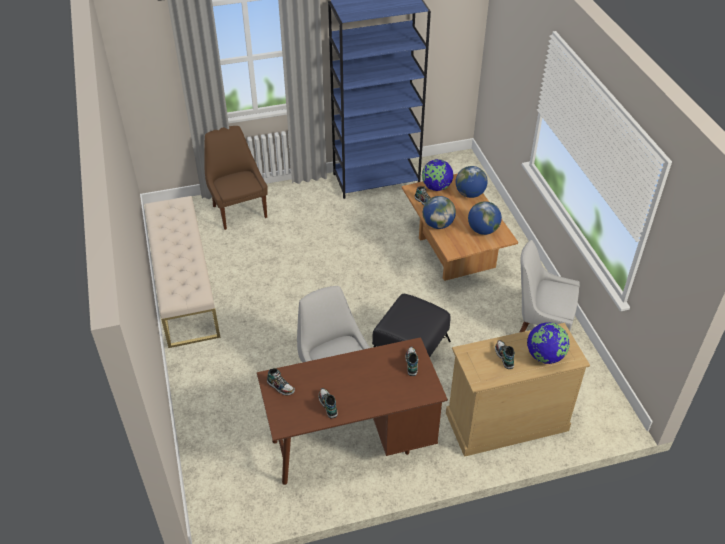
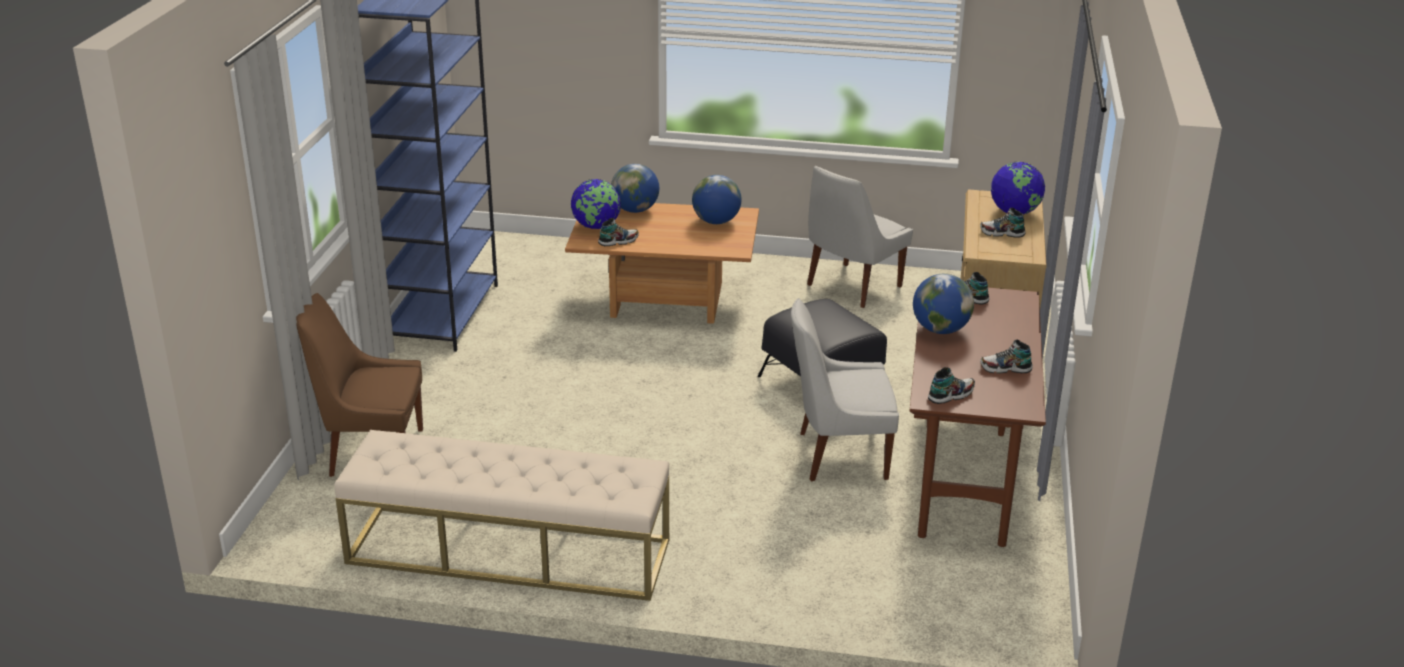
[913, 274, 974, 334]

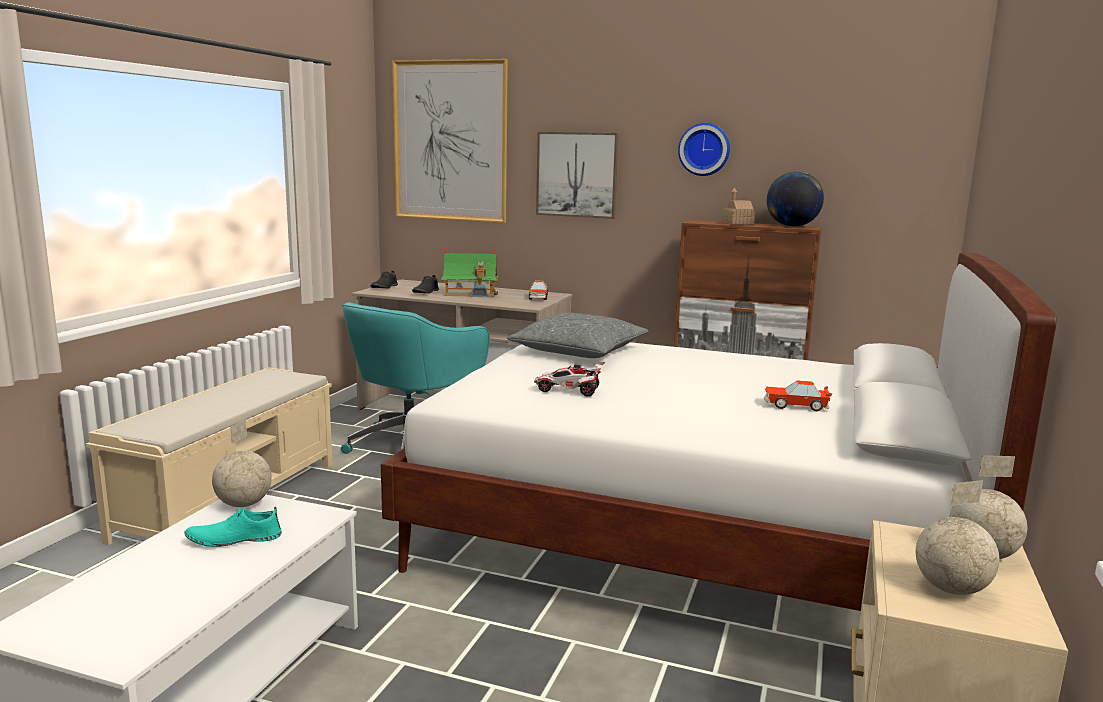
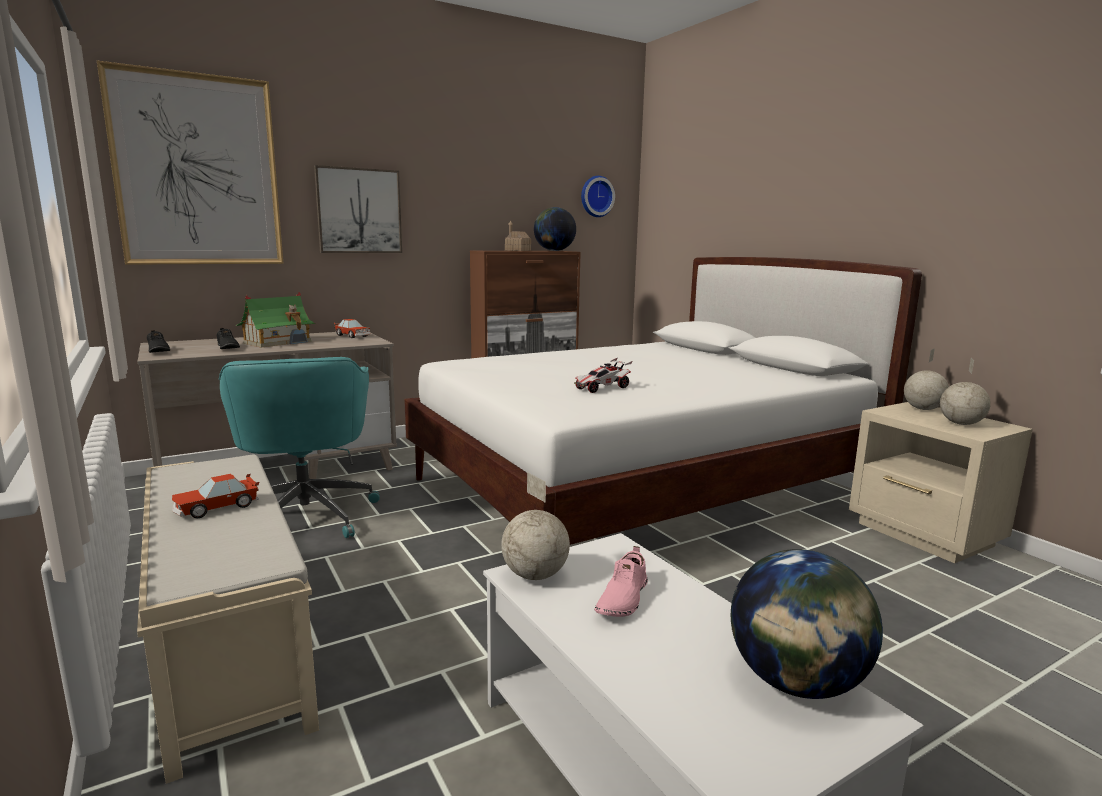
[507, 313, 648, 358] (first image)
[731, 549, 883, 699]
[581, 176, 615, 217]
[172, 474, 259, 518]
[594, 546, 648, 617]

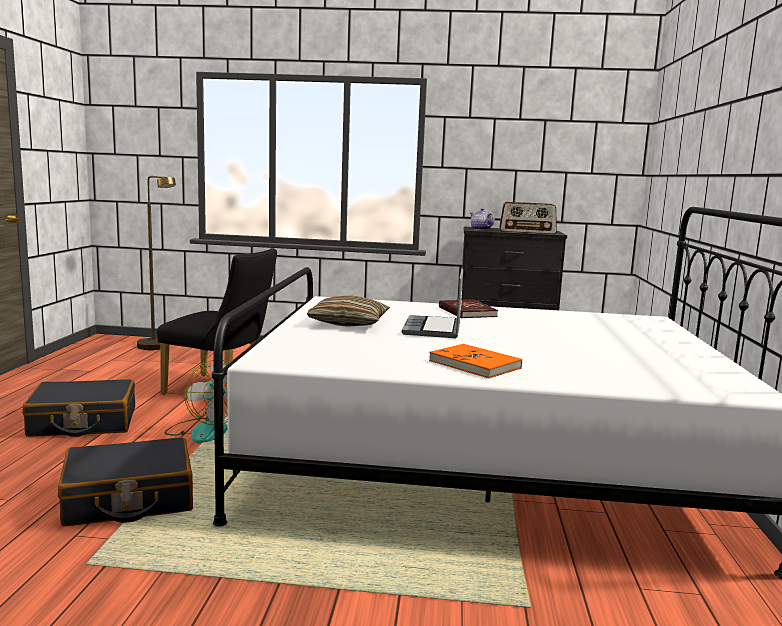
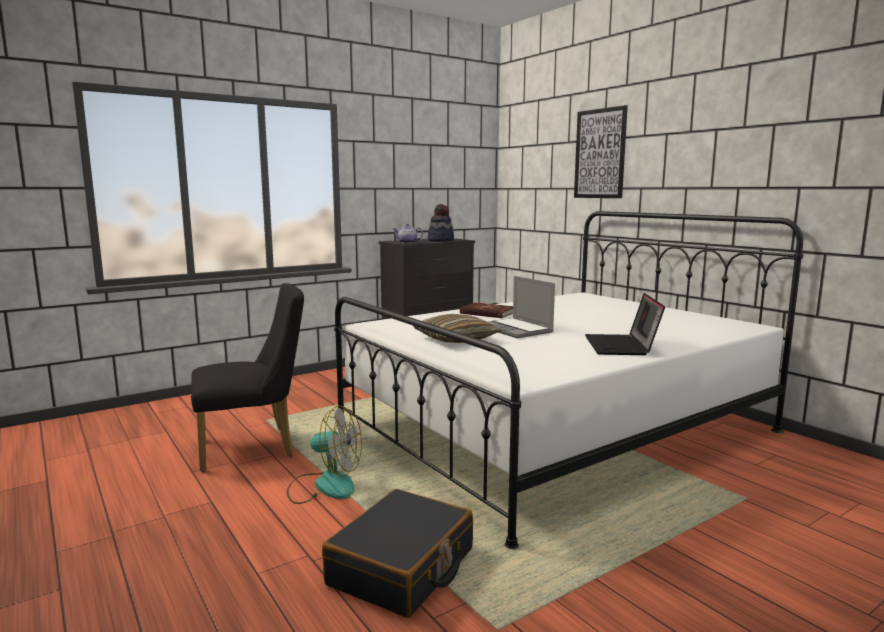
[22, 379, 135, 437] (first image)
[137, 176, 176, 350] (first image)
[574, 105, 628, 198]
[585, 293, 665, 355]
[428, 204, 454, 242]

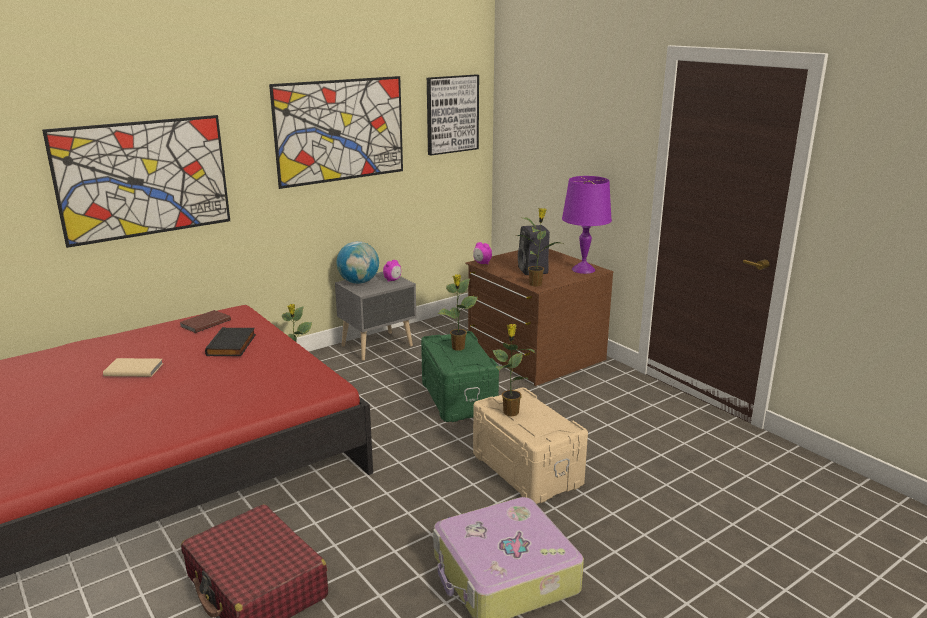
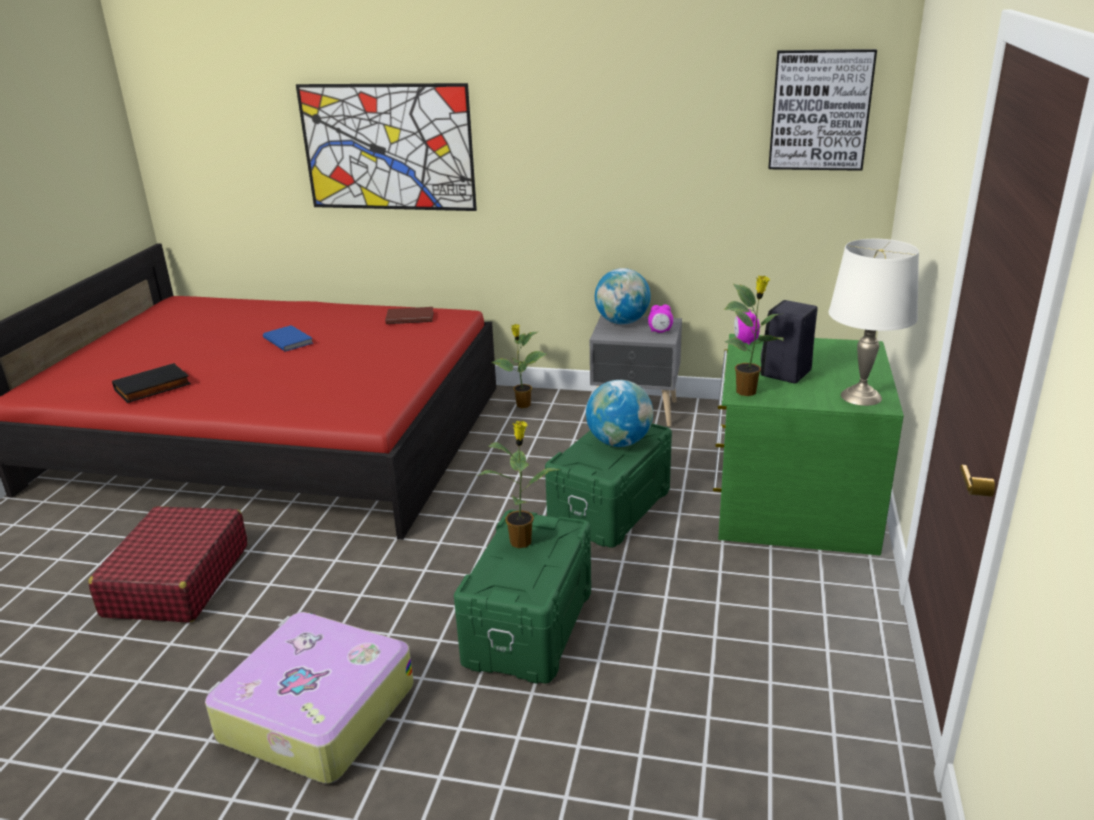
[269, 76, 403, 189] (first image)
[112, 363, 191, 403]
[586, 380, 653, 447]
[263, 325, 313, 352]
[713, 334, 904, 555]
[454, 510, 591, 684]
[829, 239, 919, 406]

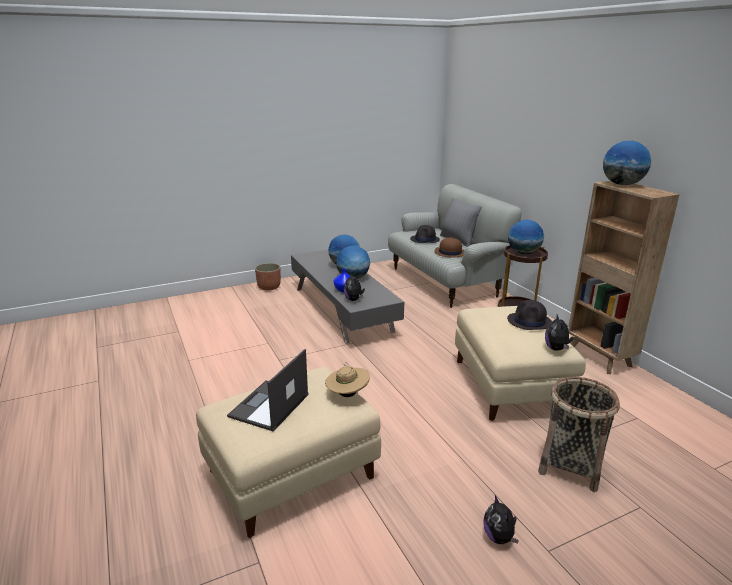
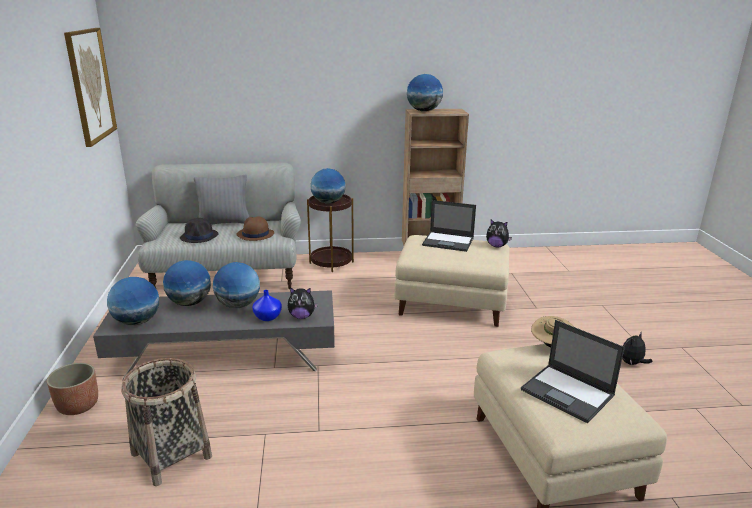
[64, 28, 117, 147]
[107, 277, 159, 325]
[121, 358, 212, 486]
[422, 200, 476, 252]
[622, 332, 653, 365]

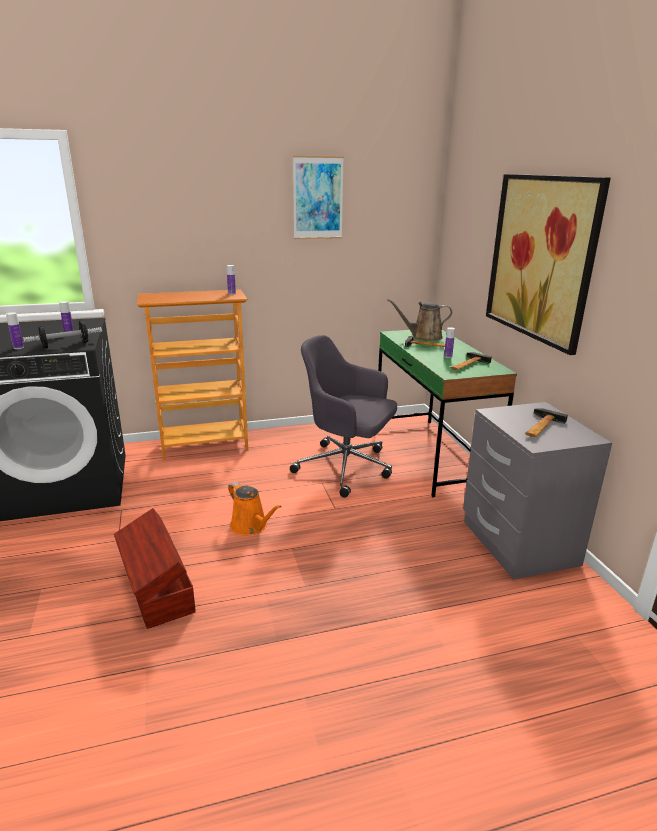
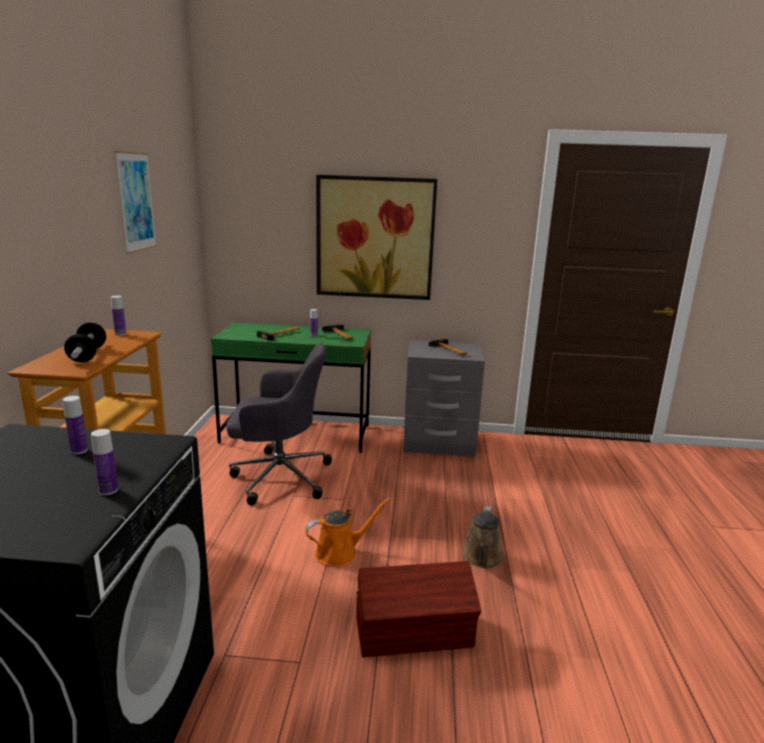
[64, 322, 106, 362]
[463, 506, 503, 568]
[226, 343, 332, 505]

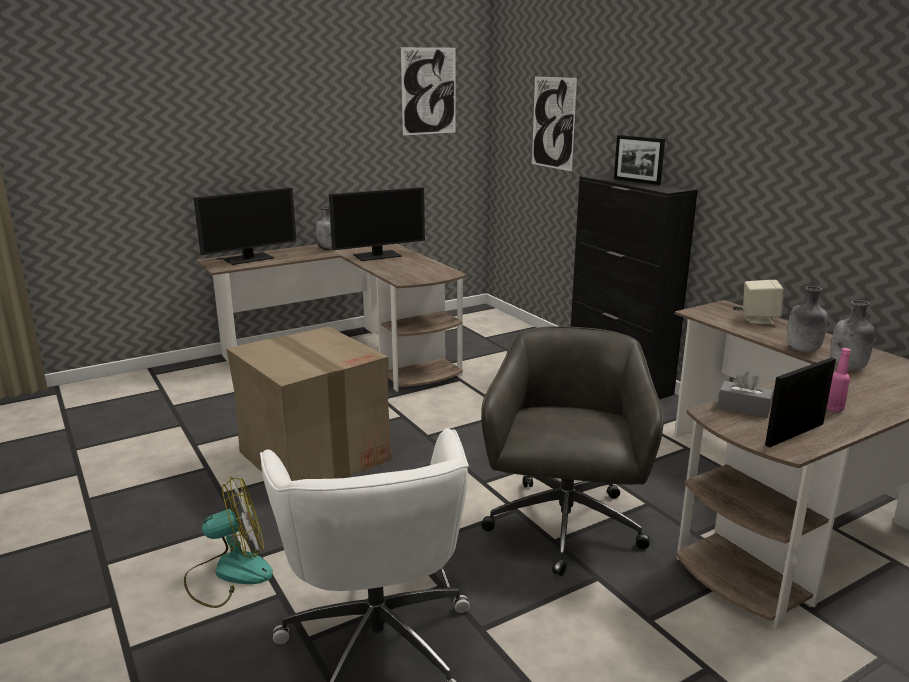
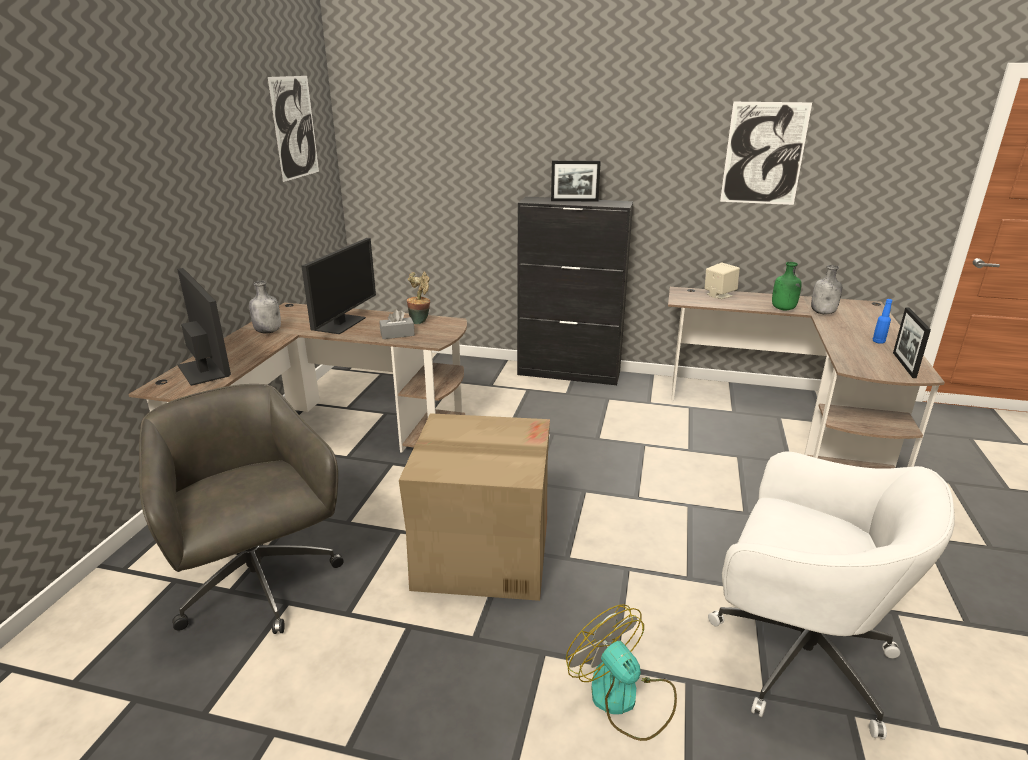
[407, 271, 430, 324]
[139, 384, 344, 634]
[720, 102, 812, 205]
[379, 309, 415, 339]
[772, 262, 802, 310]
[873, 299, 892, 344]
[566, 604, 677, 741]
[177, 268, 231, 386]

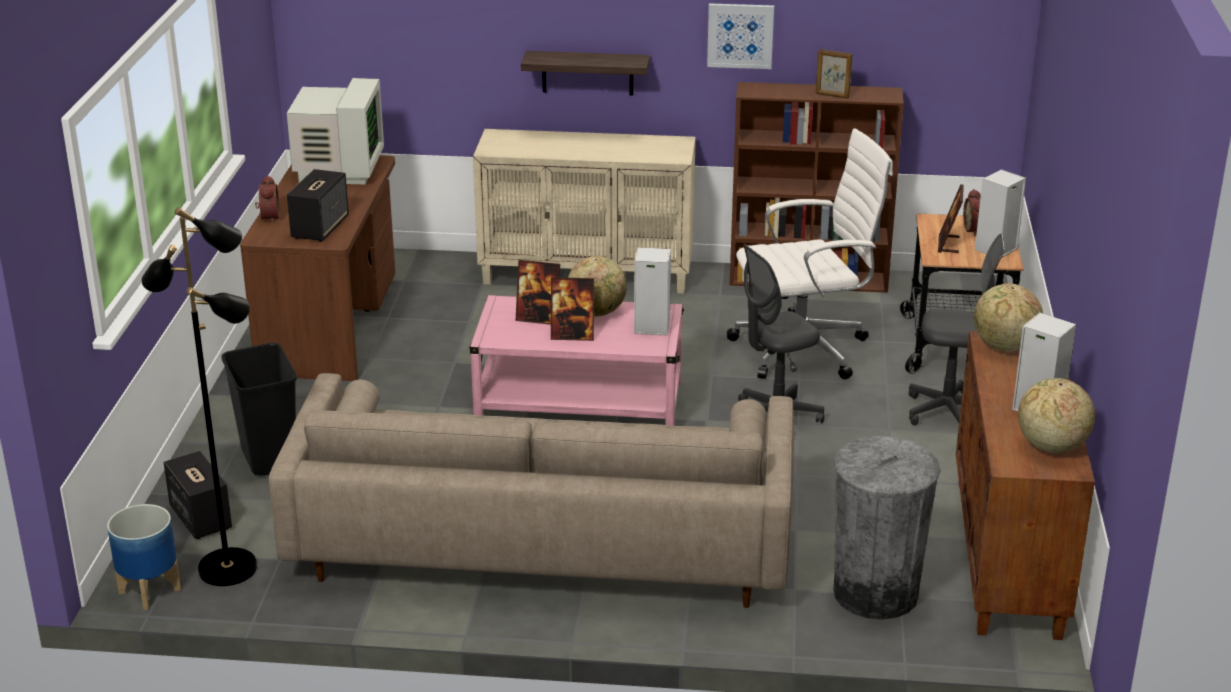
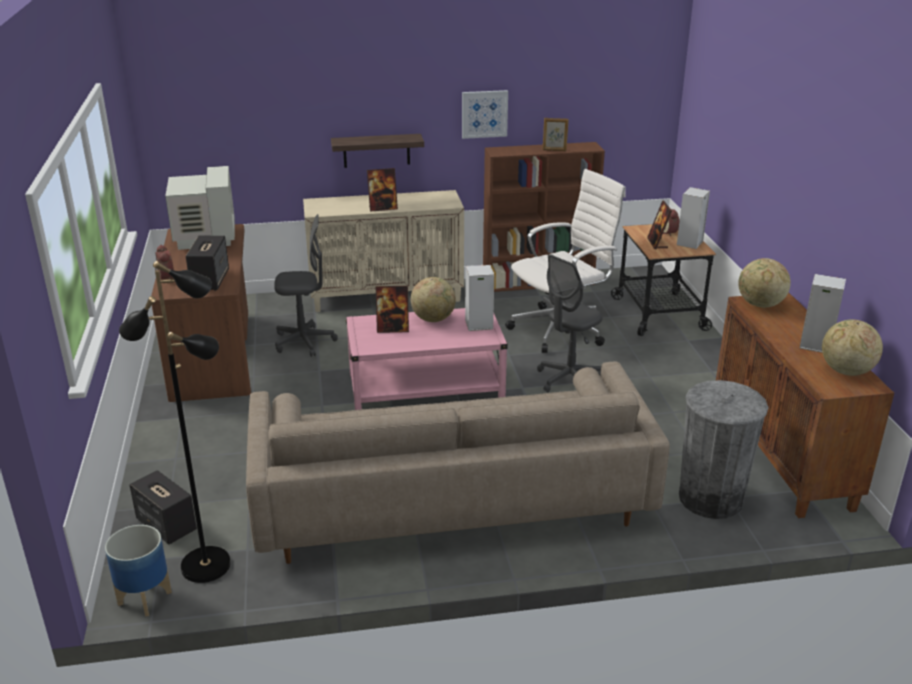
[222, 343, 297, 476] (first image)
[367, 168, 398, 212]
[274, 214, 338, 357]

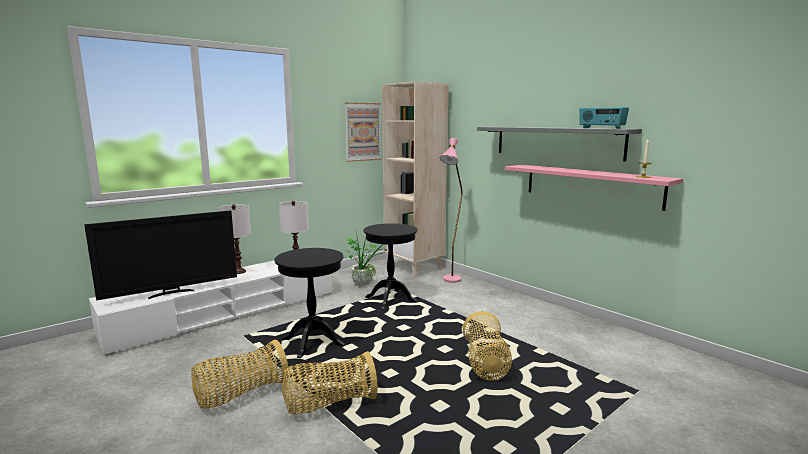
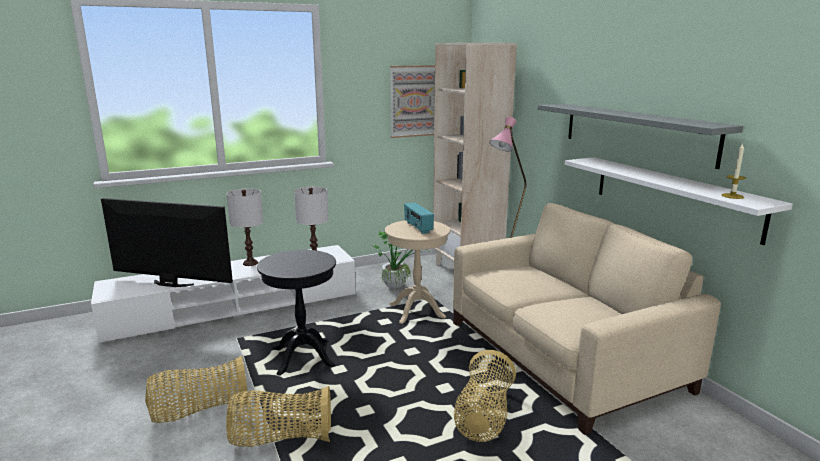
[453, 203, 721, 435]
[404, 202, 434, 234]
[385, 220, 450, 324]
[564, 157, 793, 245]
[101, 198, 233, 287]

